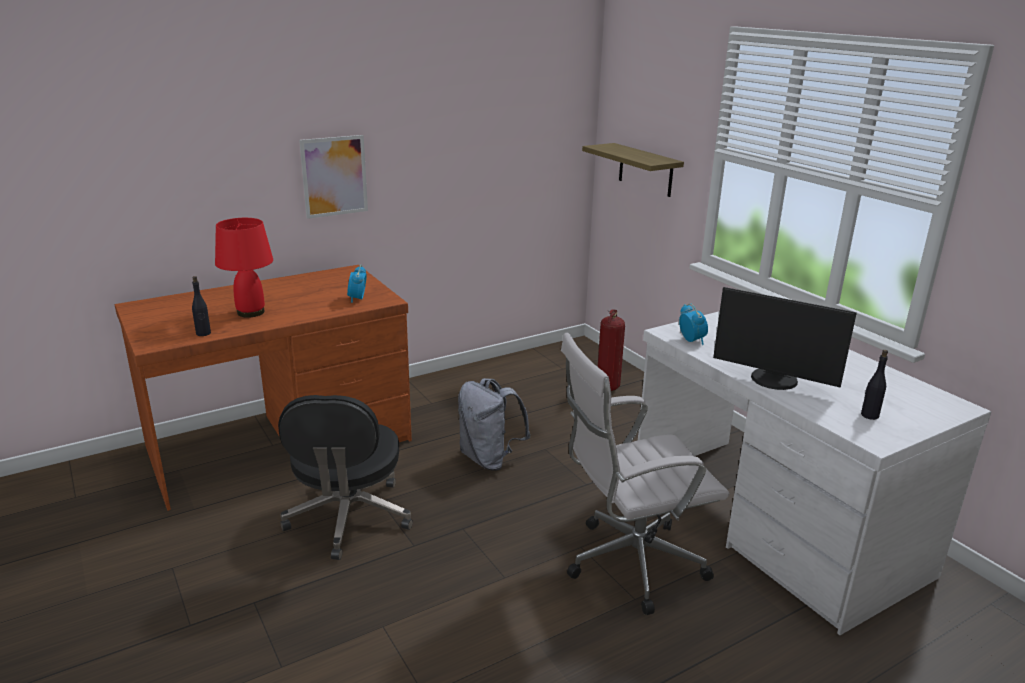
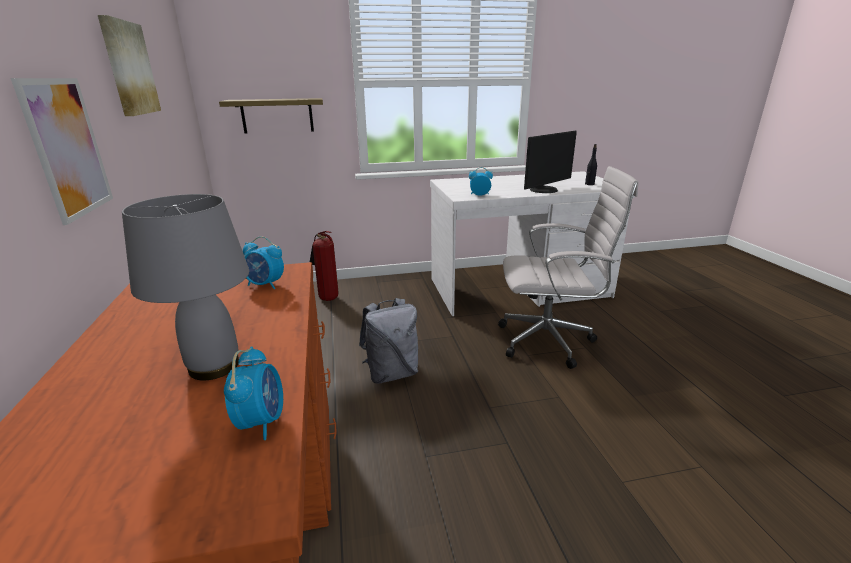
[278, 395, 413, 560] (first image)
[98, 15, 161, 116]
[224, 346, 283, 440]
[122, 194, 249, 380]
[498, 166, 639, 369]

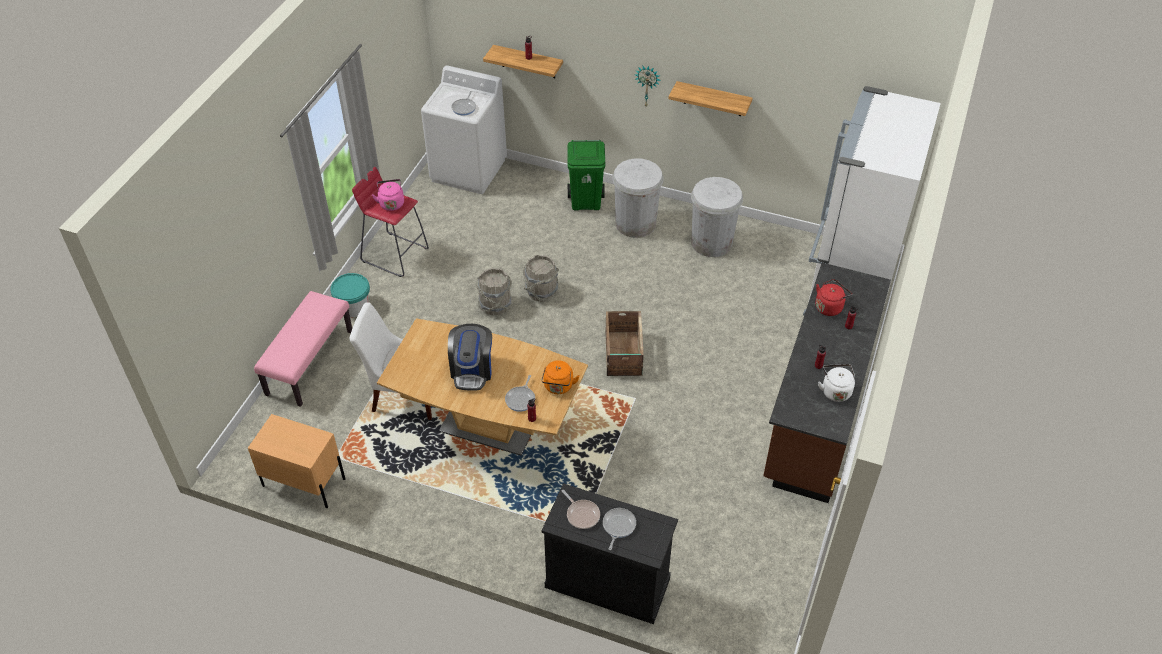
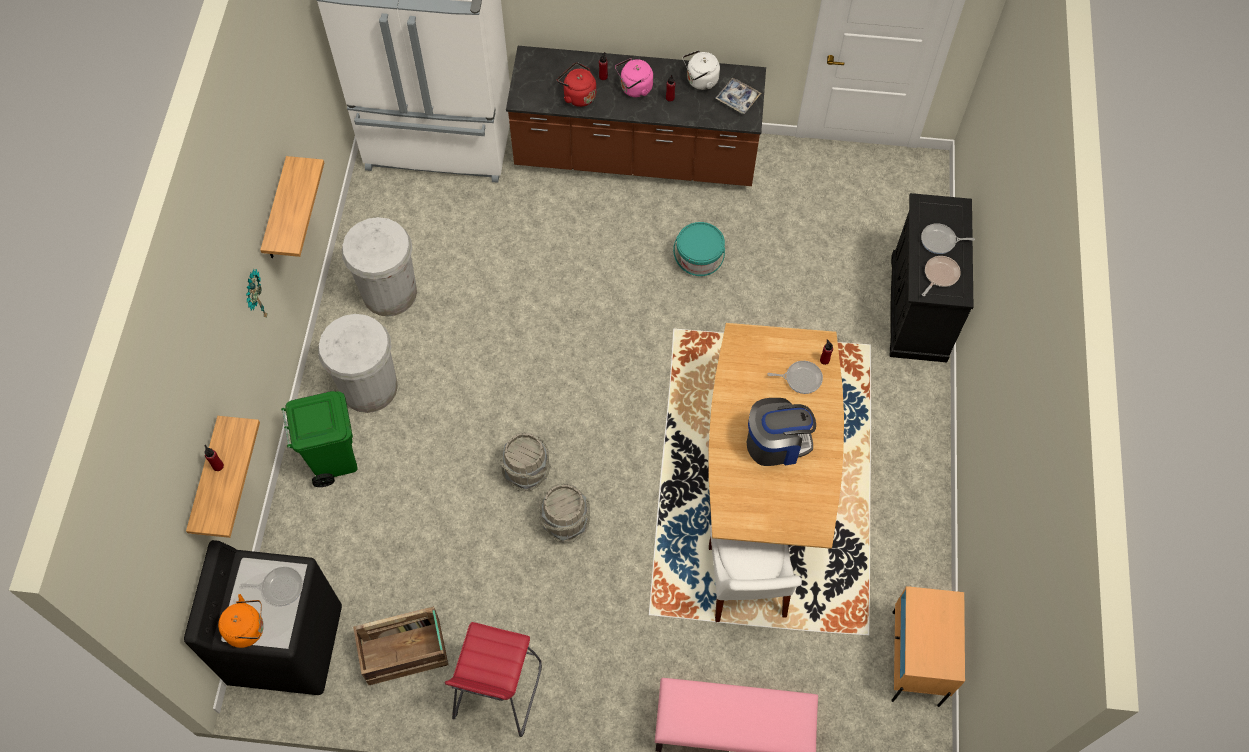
[715, 78, 761, 114]
[673, 222, 725, 276]
[615, 58, 653, 98]
[218, 594, 264, 648]
[353, 606, 448, 685]
[184, 540, 342, 695]

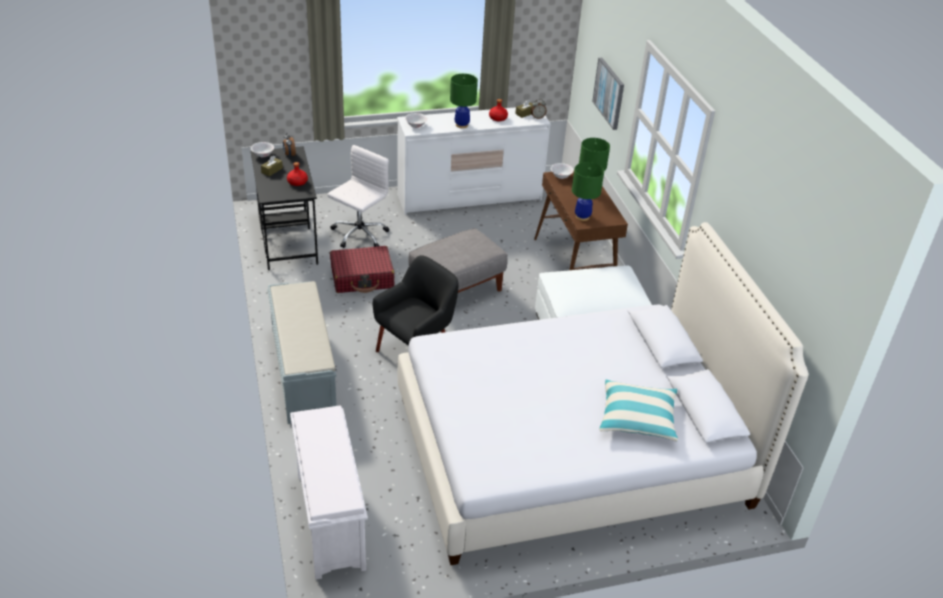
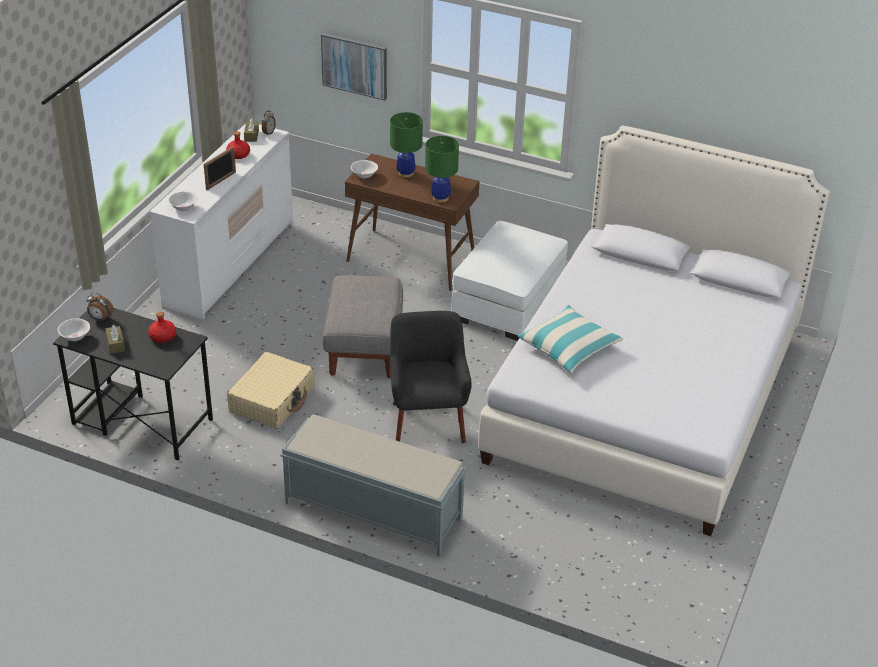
[290, 406, 368, 580] (first image)
[327, 145, 389, 248] (first image)
[518, 305, 623, 373]
[204, 146, 236, 190]
[227, 352, 314, 429]

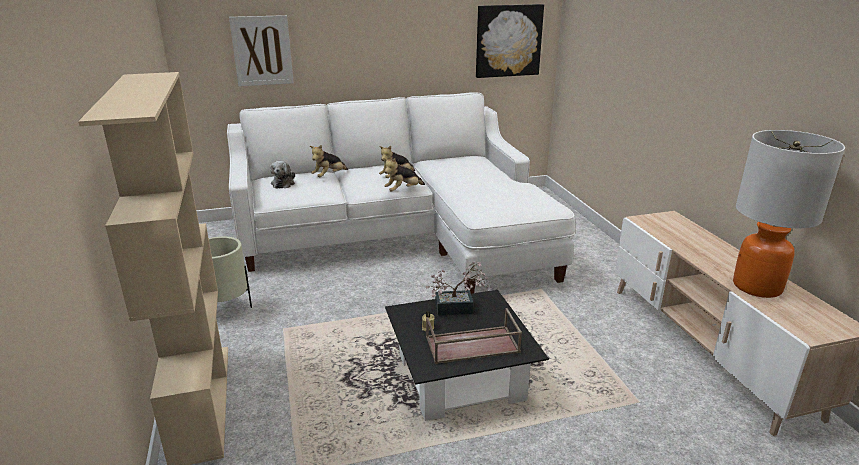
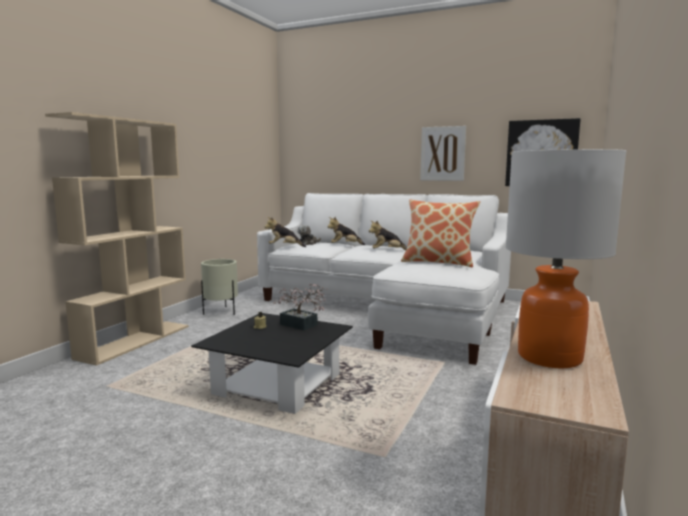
[426, 308, 522, 364] (first image)
[401, 199, 480, 267]
[420, 126, 466, 181]
[265, 217, 306, 247]

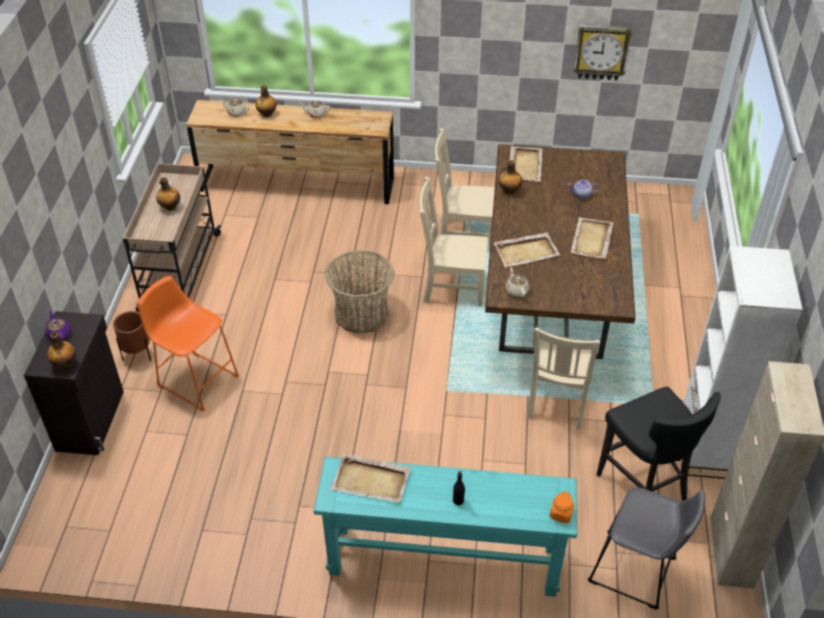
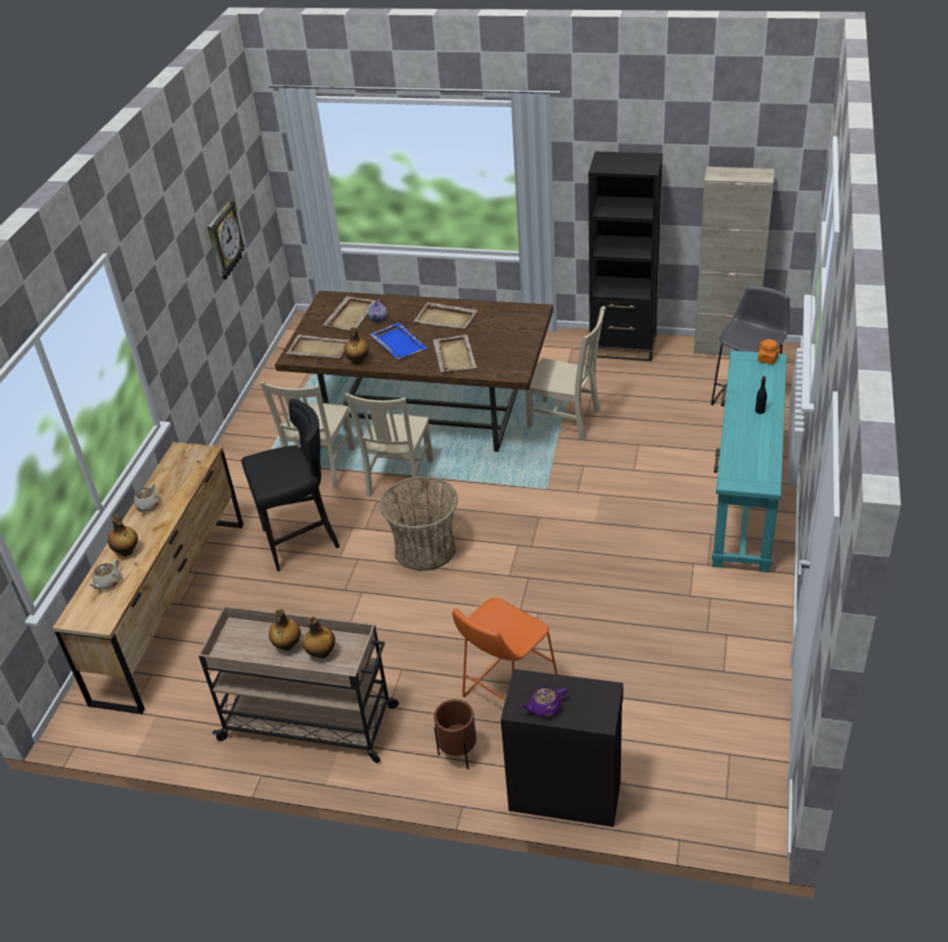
[505, 267, 529, 297] (first image)
[369, 322, 428, 359]
[303, 617, 335, 658]
[324, 296, 376, 331]
[241, 399, 340, 571]
[588, 151, 663, 361]

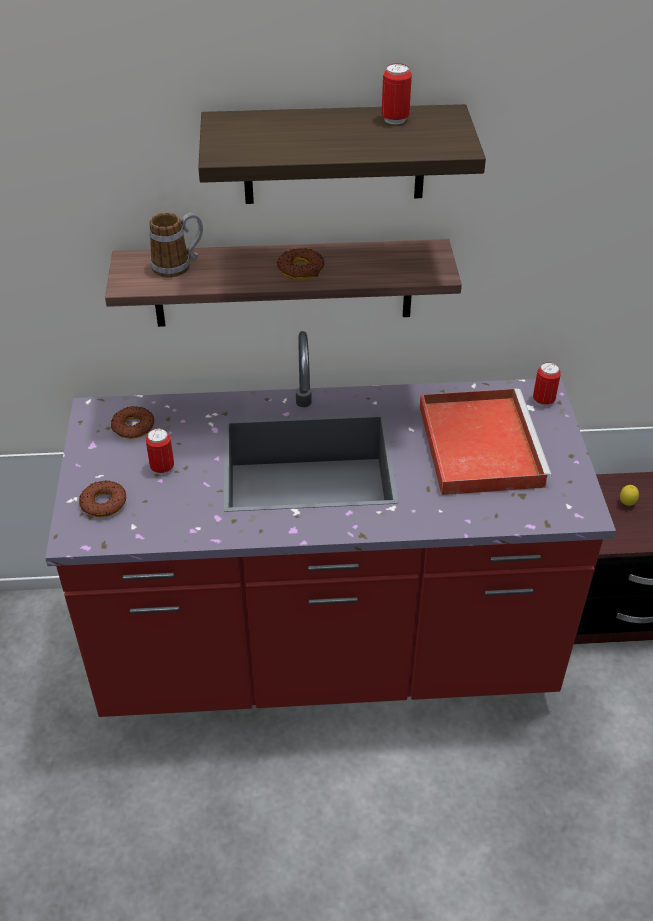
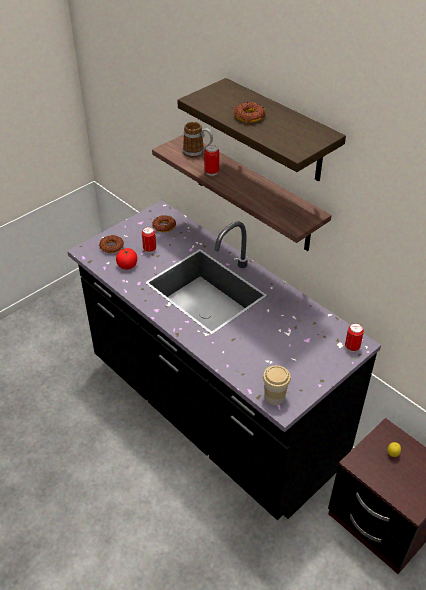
[420, 388, 552, 495] (first image)
[116, 248, 137, 269]
[263, 365, 291, 405]
[234, 102, 266, 123]
[204, 145, 219, 176]
[67, 200, 381, 520]

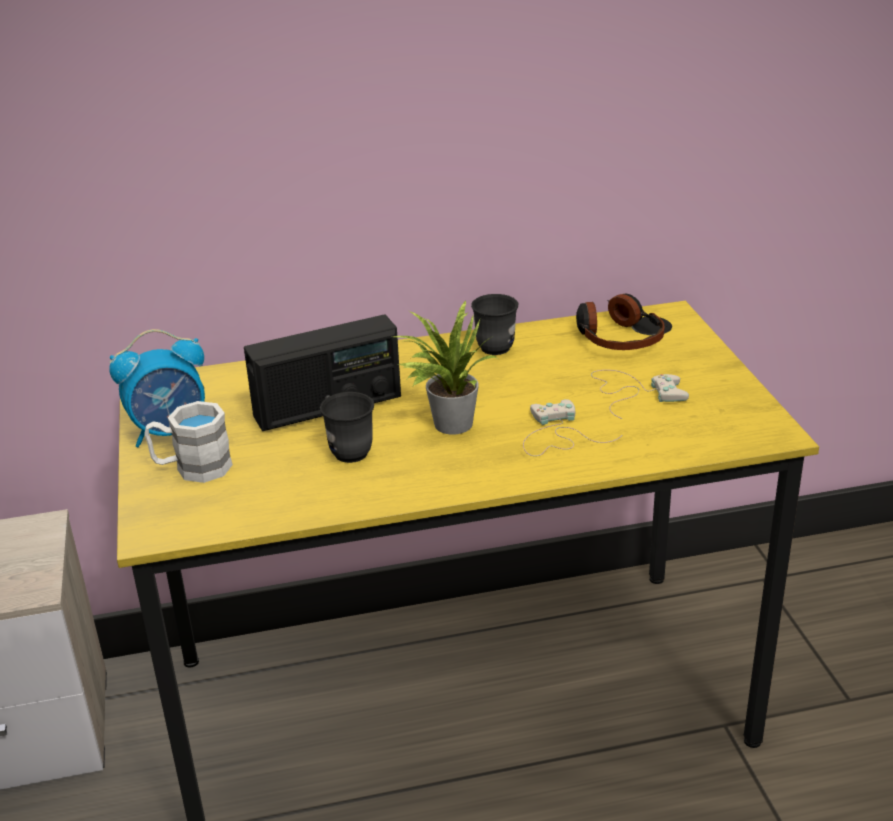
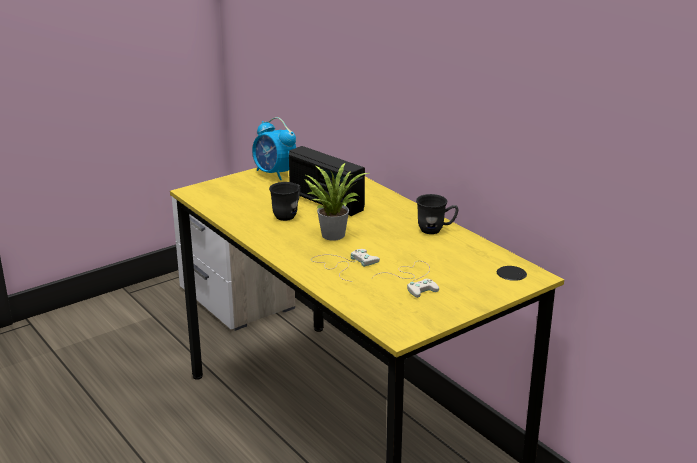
[144, 401, 233, 483] (first image)
[576, 293, 664, 350] (first image)

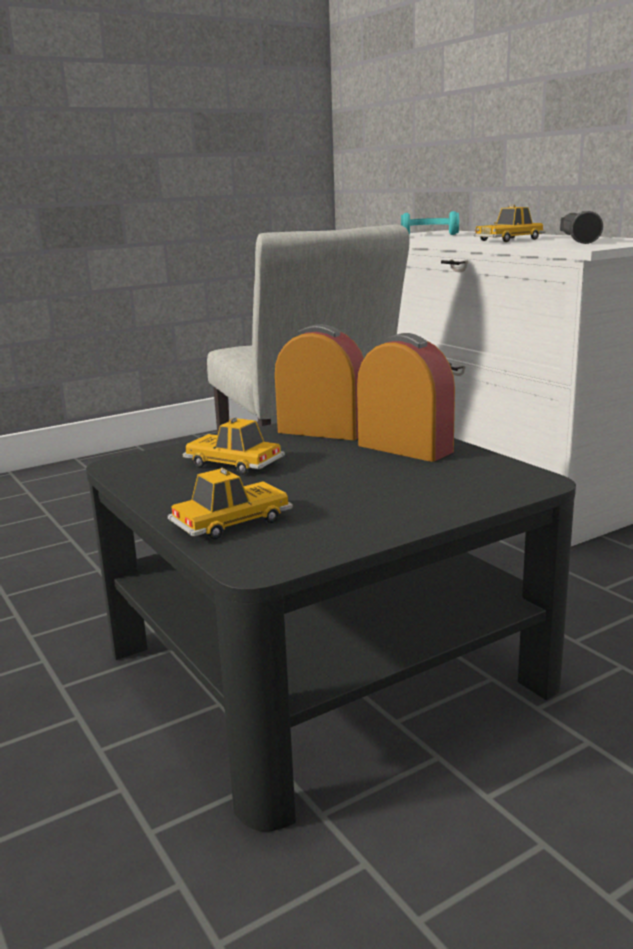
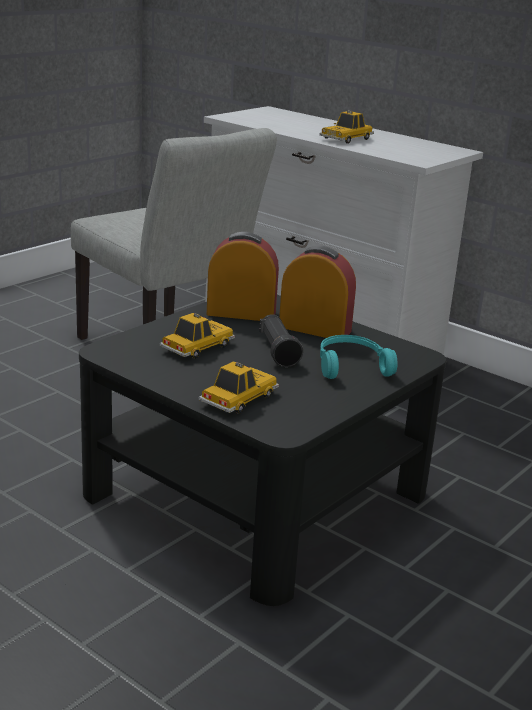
[320, 335, 398, 379]
[259, 314, 303, 367]
[160, 313, 235, 359]

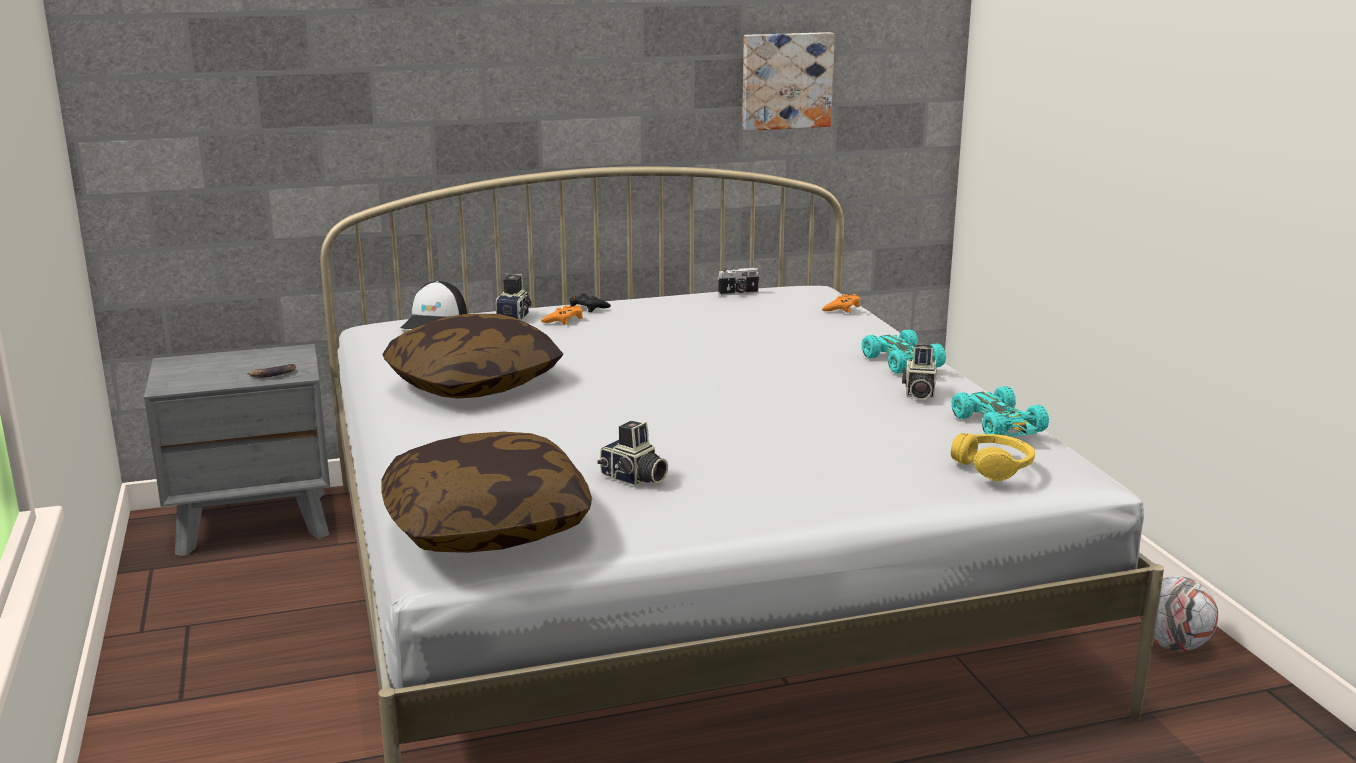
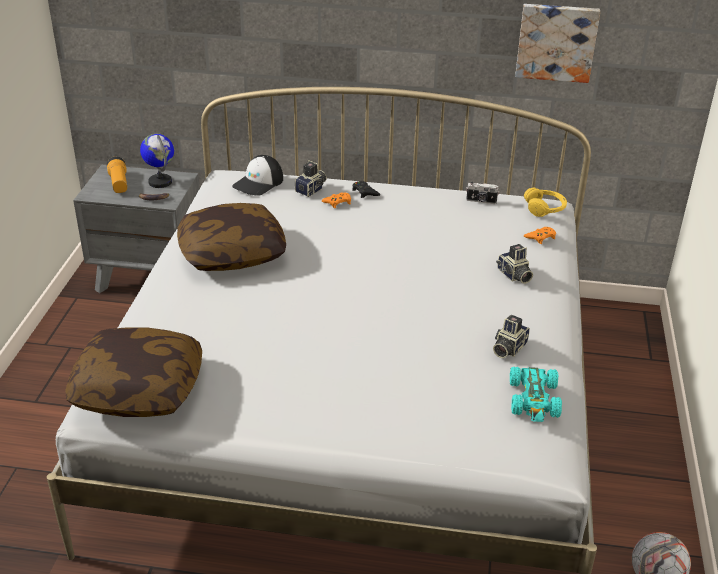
[862, 329, 946, 374] (first image)
[107, 157, 127, 193]
[140, 134, 174, 188]
[496, 244, 533, 284]
[524, 187, 567, 217]

